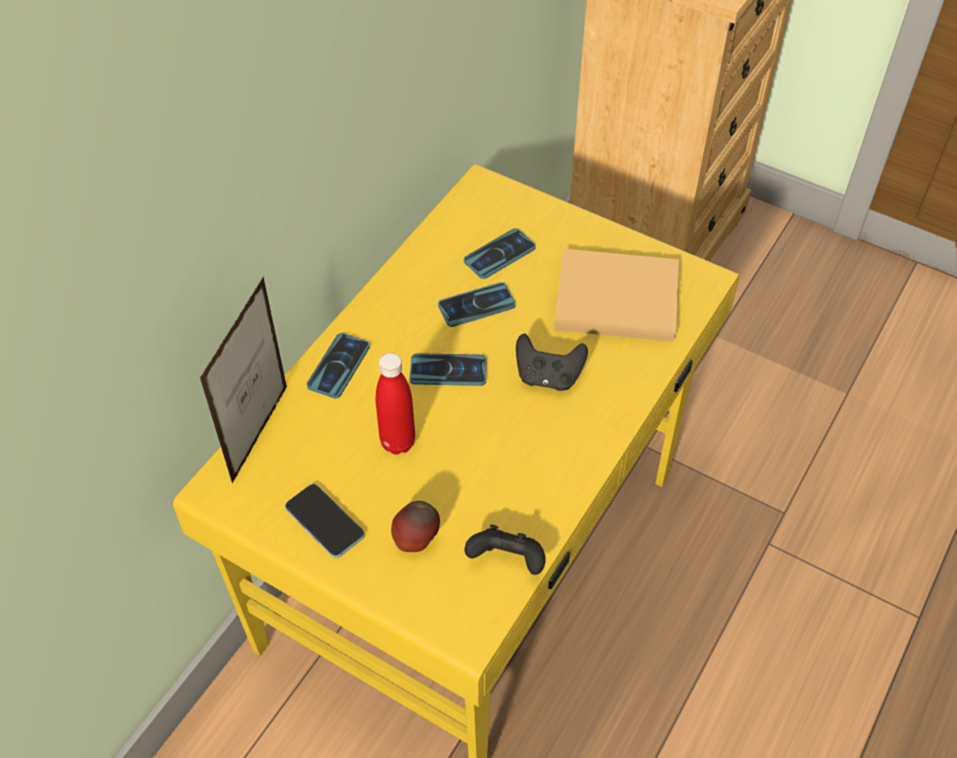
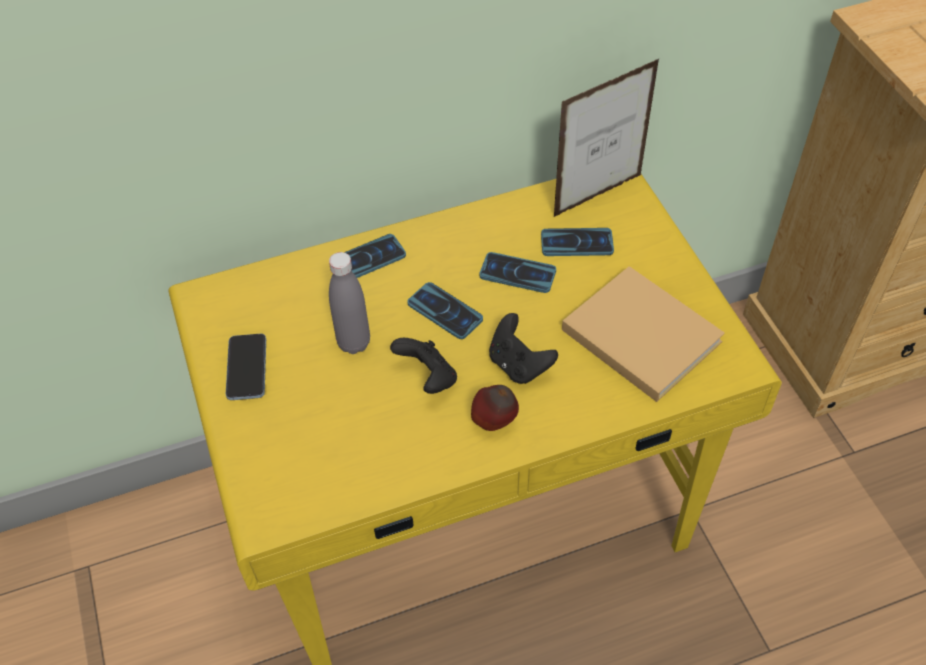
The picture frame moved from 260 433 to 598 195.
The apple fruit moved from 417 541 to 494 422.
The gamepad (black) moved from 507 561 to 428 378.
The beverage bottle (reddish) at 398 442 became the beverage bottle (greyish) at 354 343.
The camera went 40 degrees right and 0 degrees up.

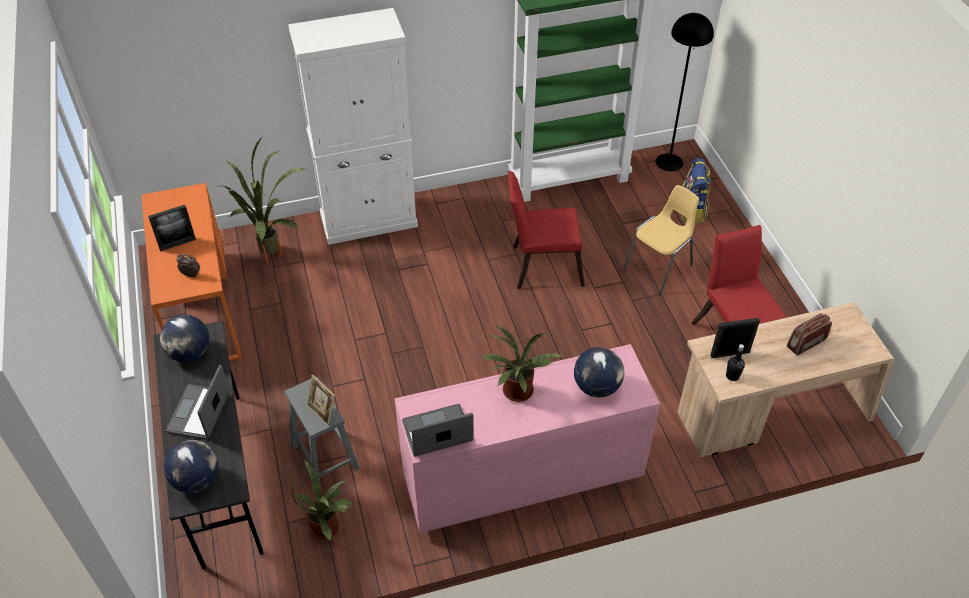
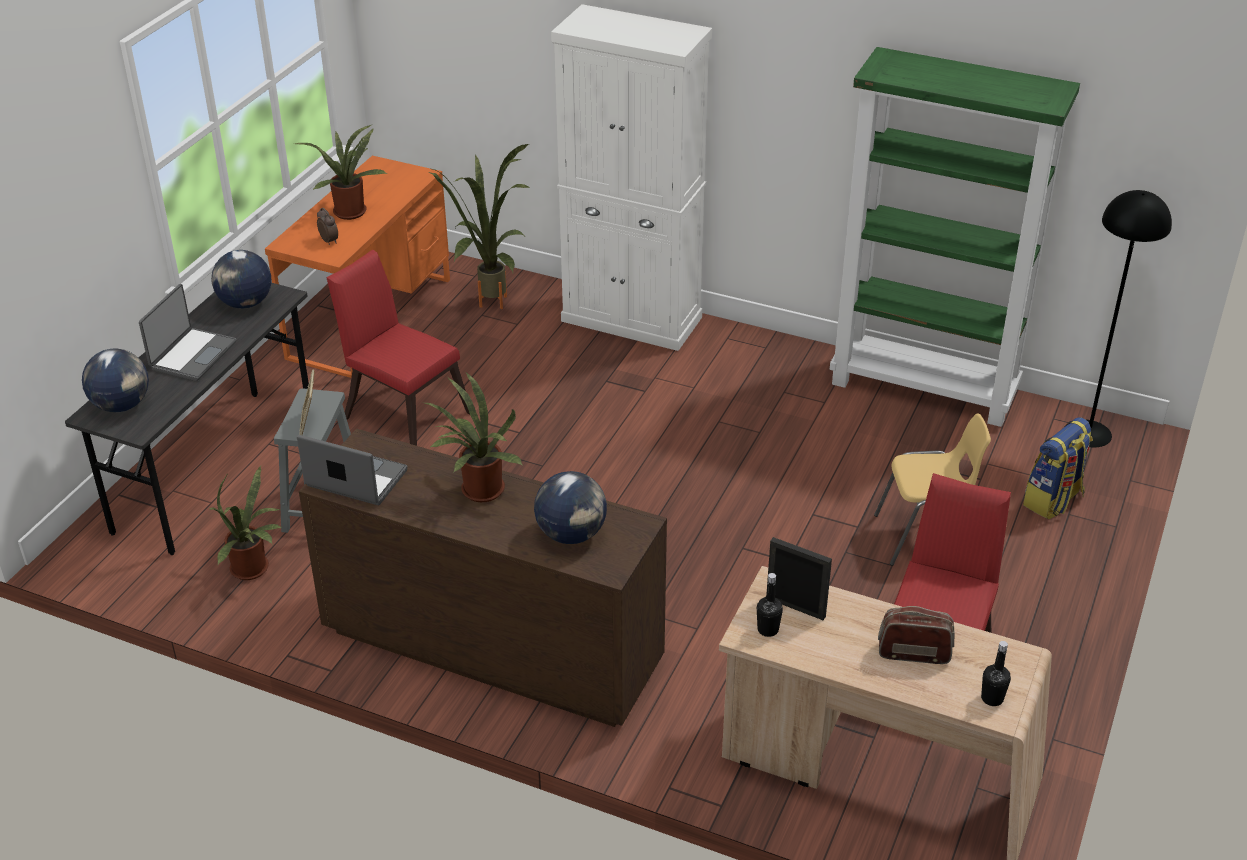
The beverage bottle (black) at 992 698 appeared.
The upright chair (reddish) moved from 542 265 to 403 412.
The picture frame at 177 244 was replaced by the plant in a pot at 350 210.
The chest of drawers (pink) at 521 478 became the chest of drawers (brownish) at 491 648.
The notebook computer at 200 413 turned 150 degrees clockwise.
The camera went 40 degrees right and 10 degrees down.

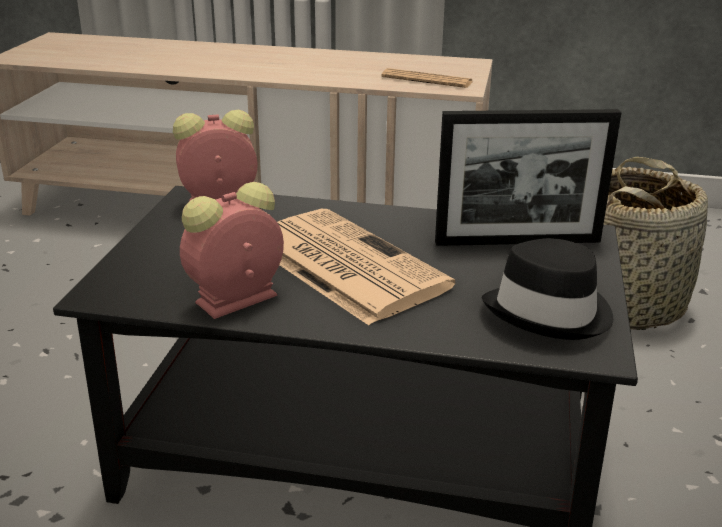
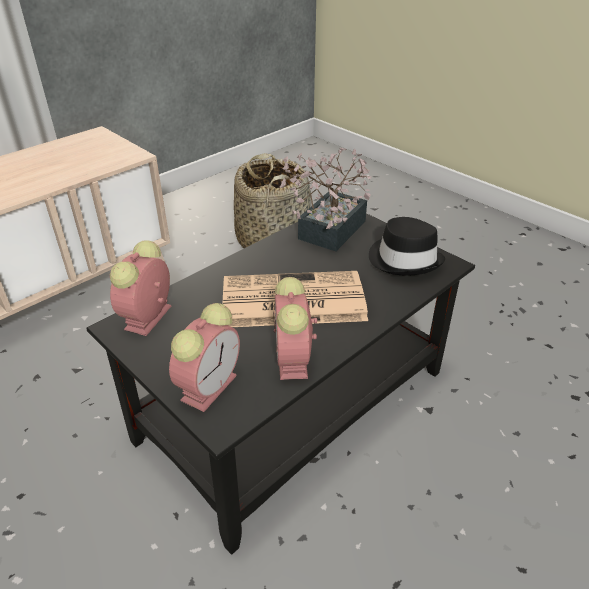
The printed paper at 427 80 disappeared.
The bedside clock at 210 385 appeared.
The picture frame at 517 242 was replaced by the plant in a pot at 327 234.
The camera went 55 degrees left and 10 degrees up.

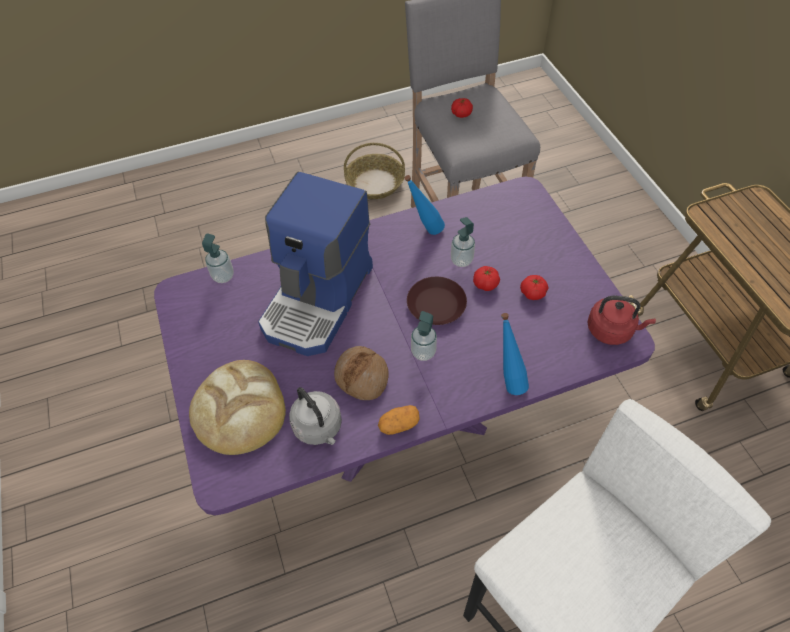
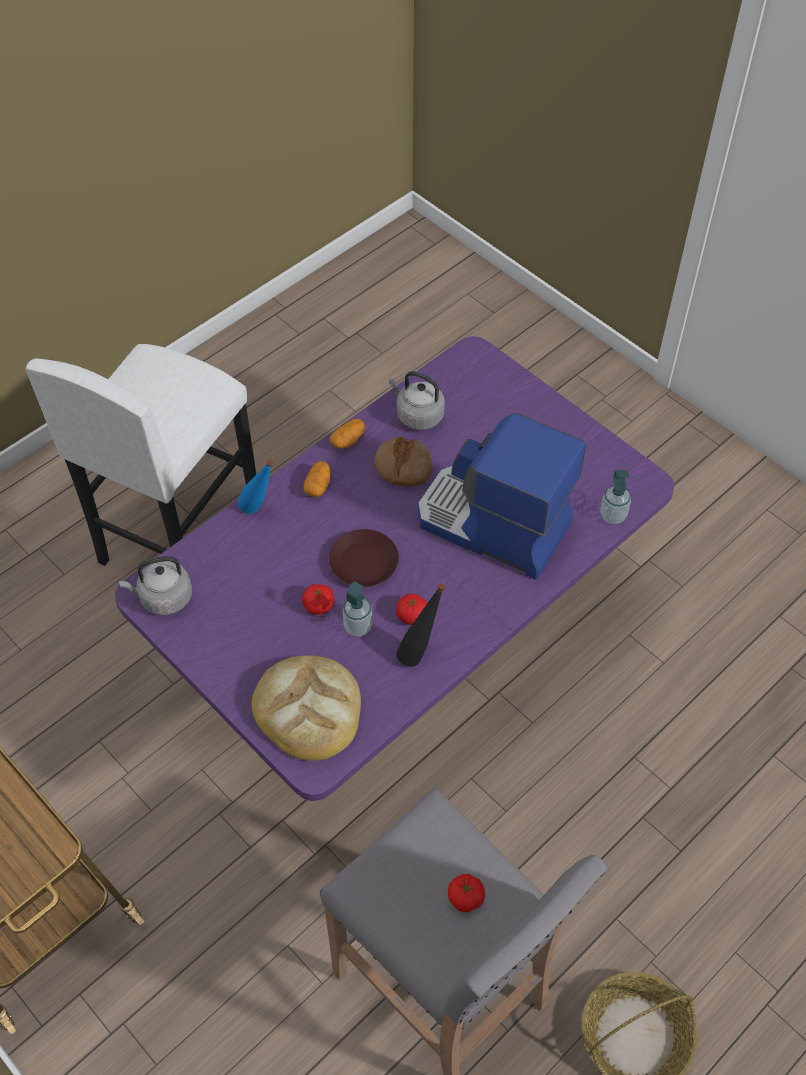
The liquid soap bottle at 423 352 disappeared.
The potato at 318 486 appeared.
The bread moved from 239 410 to 308 709.
The tomato moved from 532 293 to 412 615.
The beverage bottle (bluish) at 424 231 became the beverage bottle (black) at 420 652.
The tea kettle (reddish) at 612 330 became the tea kettle (greyish) at 163 598.
The coffee maker at 319 300 turned 60 degrees counterclockwise.
The camera went 155 degrees right and 0 degrees up.

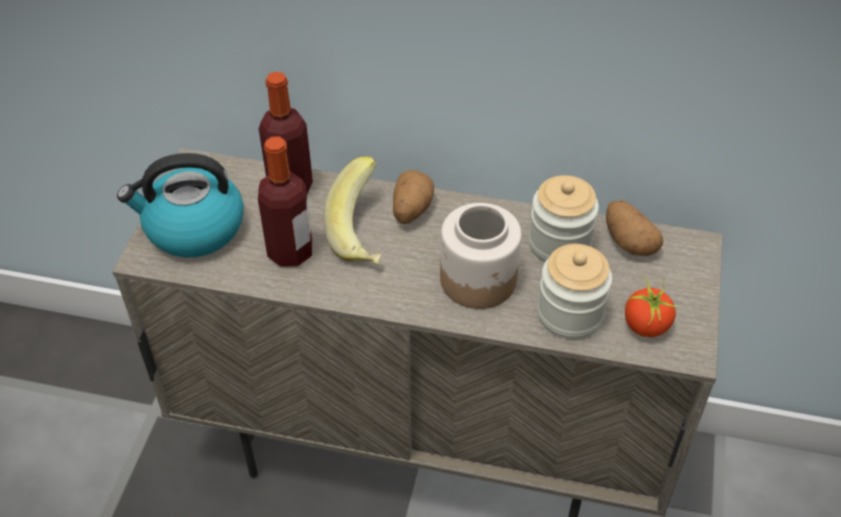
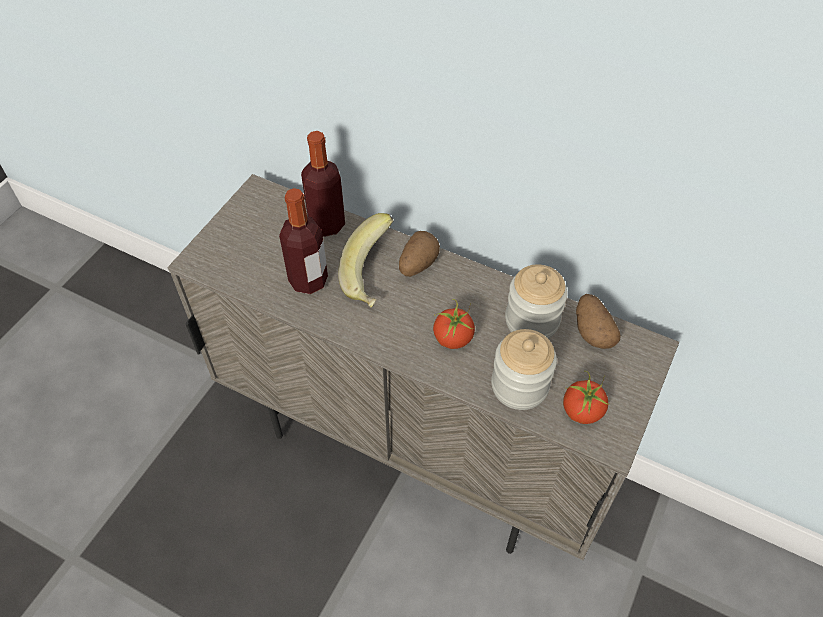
The tea kettle at 193 228 disappeared.
The storage jar at 479 280 was replaced by the tomato at 453 338.
The camera went 15 degrees right and 5 degrees up.

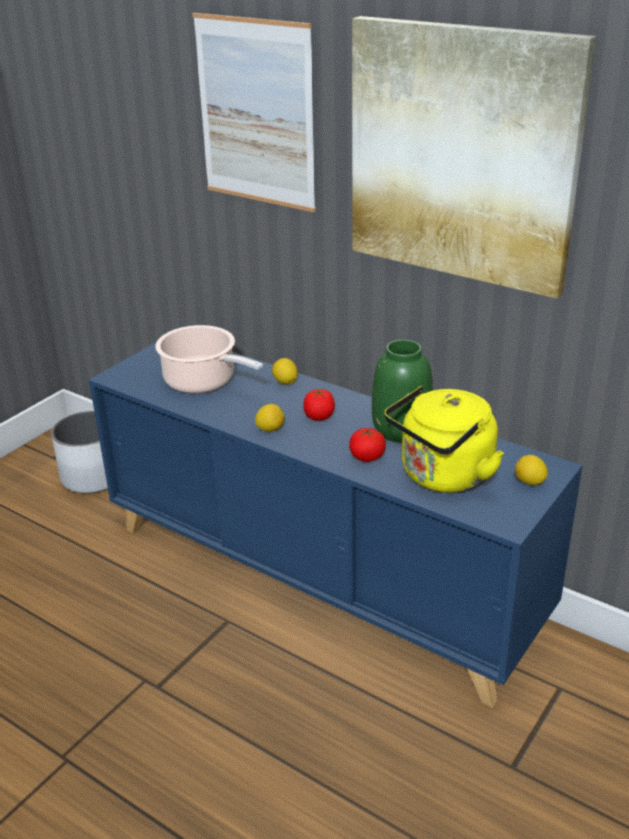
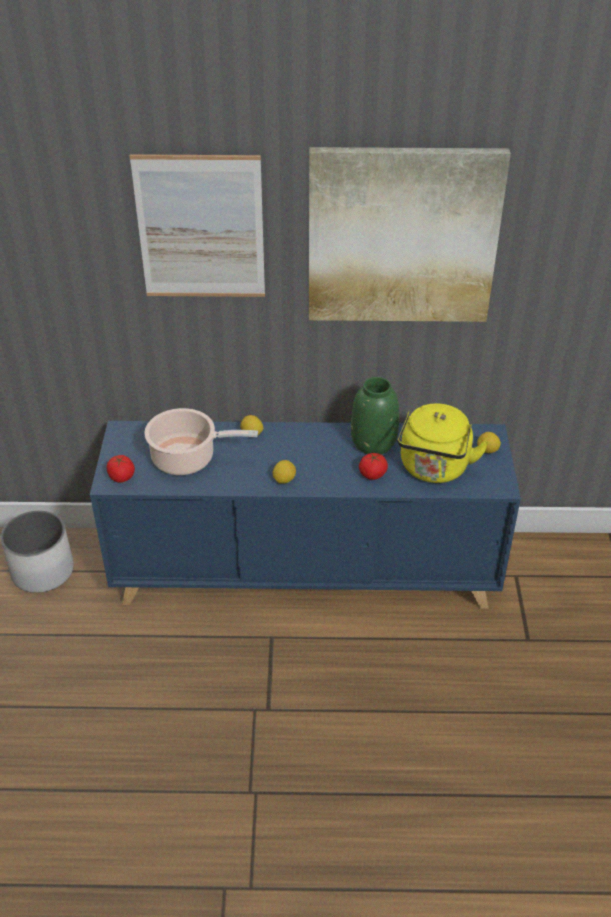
The tomato moved from 319 416 to 121 477.
The camera went 35 degrees left and 10 degrees up.

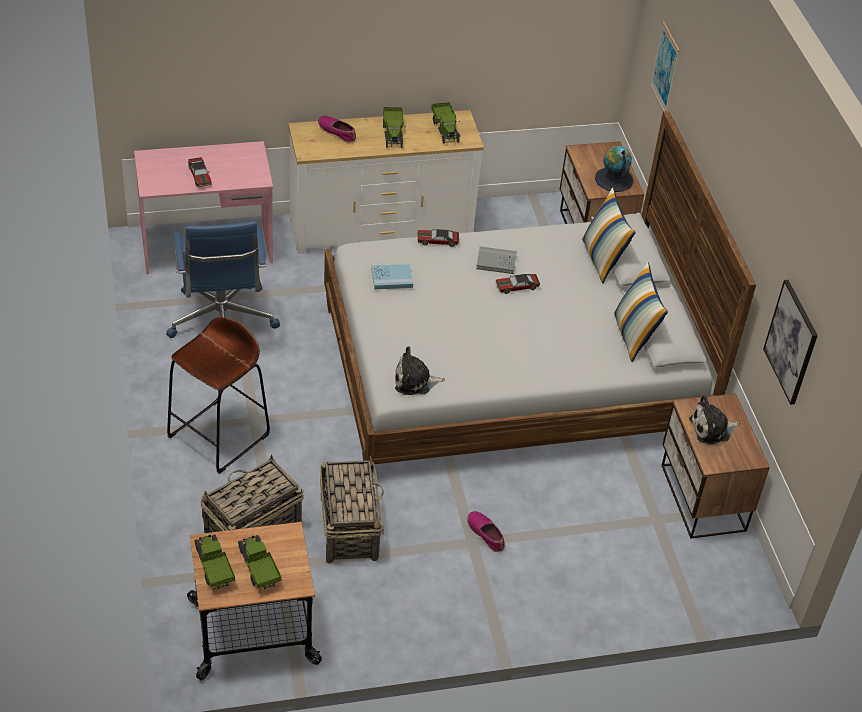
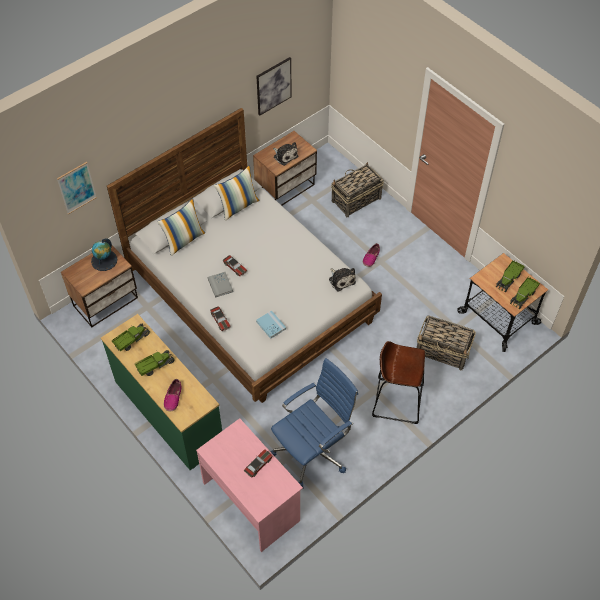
The basket moved from 349 527 to 355 200.
The chest of drawers (white) at 380 227 became the chest of drawers (green-coloured) at 168 413.
The camera went 115 degrees left and 10 degrees up.

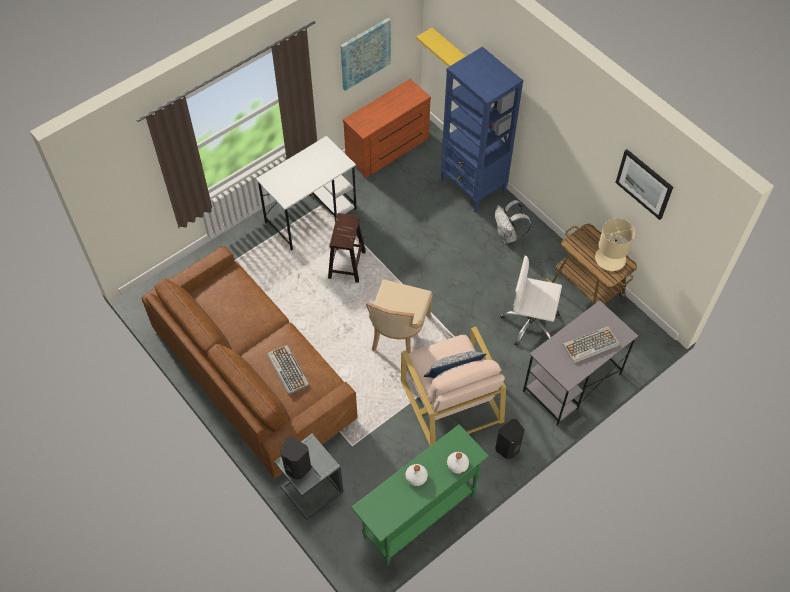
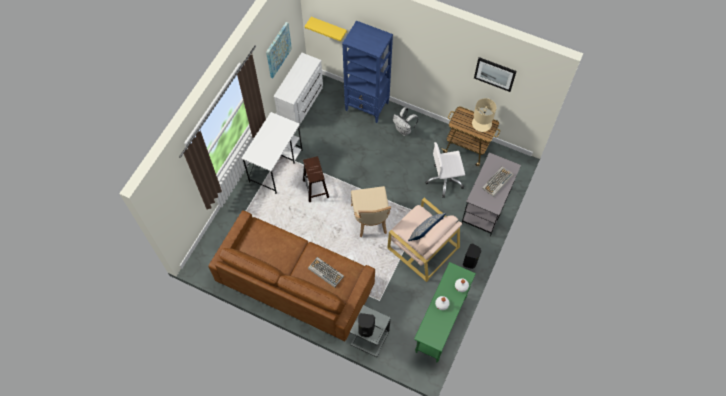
The chest of drawers (brownish) at 389 149 became the chest of drawers (white) at 302 102.
The camera went 25 degrees left and 5 degrees up.

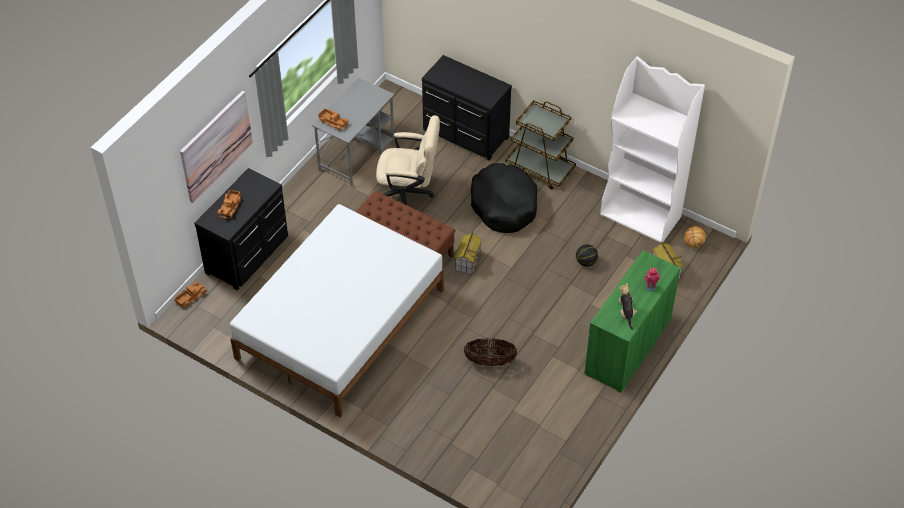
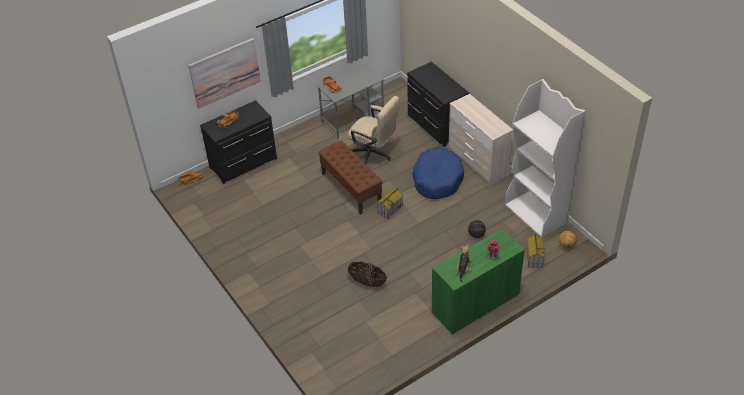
The sleeping bed (white) at 340 323 disappeared.
The cart (brownish) at 540 169 was replaced by the chest of drawers (sand-coloured) at 477 162.
The pet bed (black) at 504 205 became the pet bed (bluish) at 437 179.
The camera went 25 degrees right and 5 degrees down.

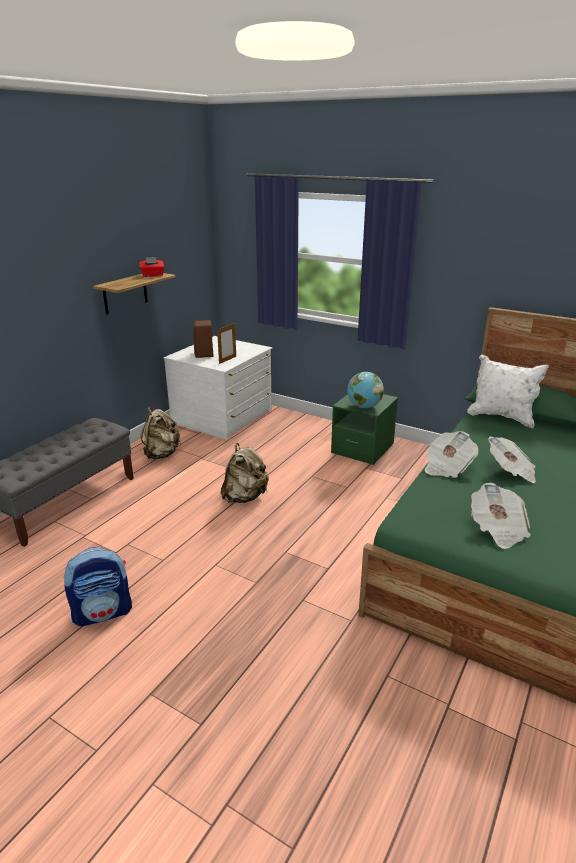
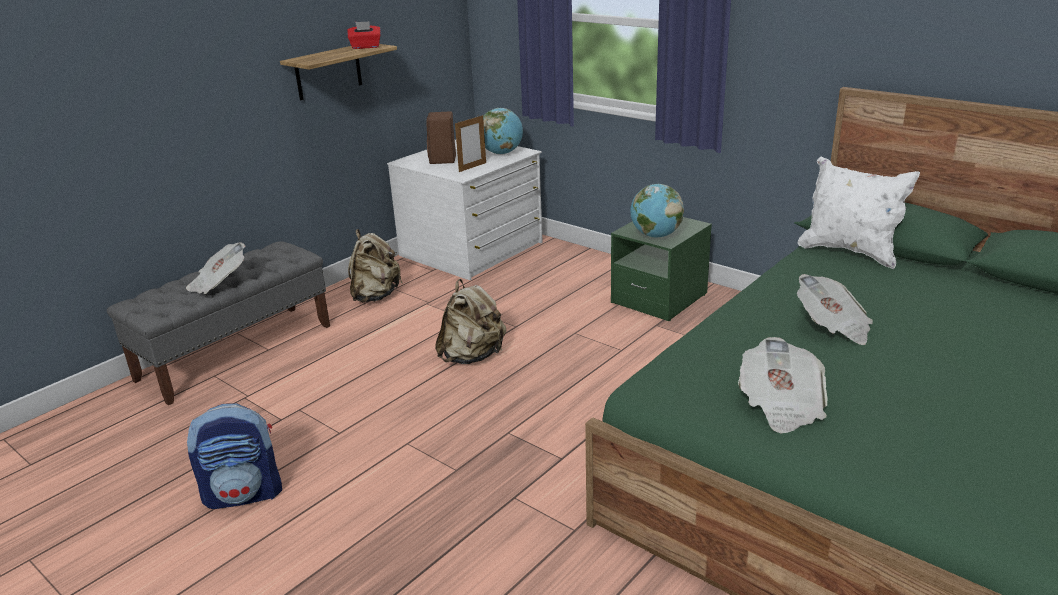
The world globe at 501 153 appeared.
The printed paper moved from 447 467 to 219 284.
The camera went 10 degrees right and 0 degrees up.

